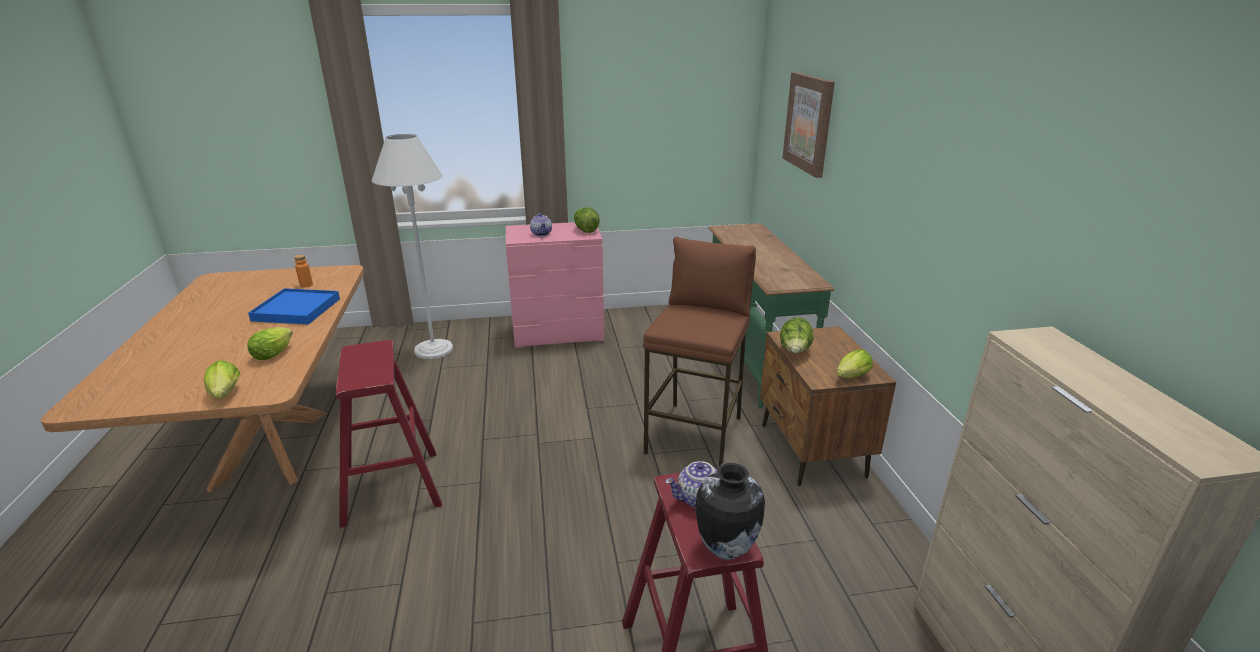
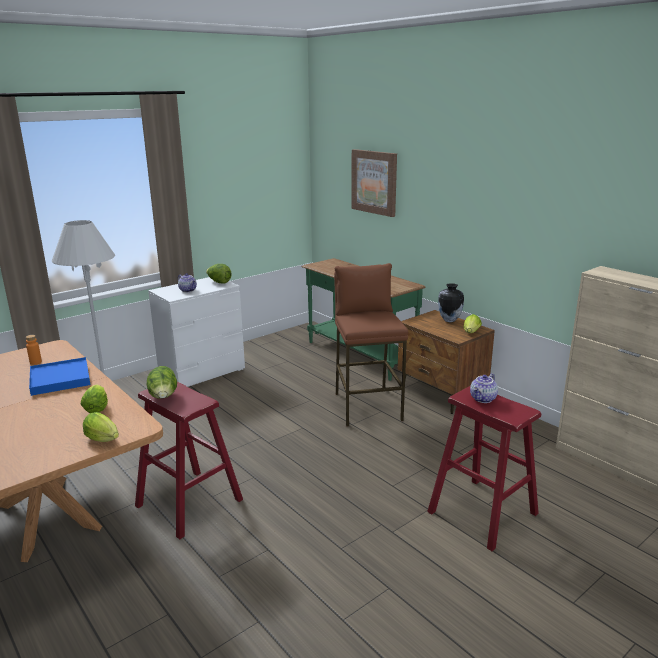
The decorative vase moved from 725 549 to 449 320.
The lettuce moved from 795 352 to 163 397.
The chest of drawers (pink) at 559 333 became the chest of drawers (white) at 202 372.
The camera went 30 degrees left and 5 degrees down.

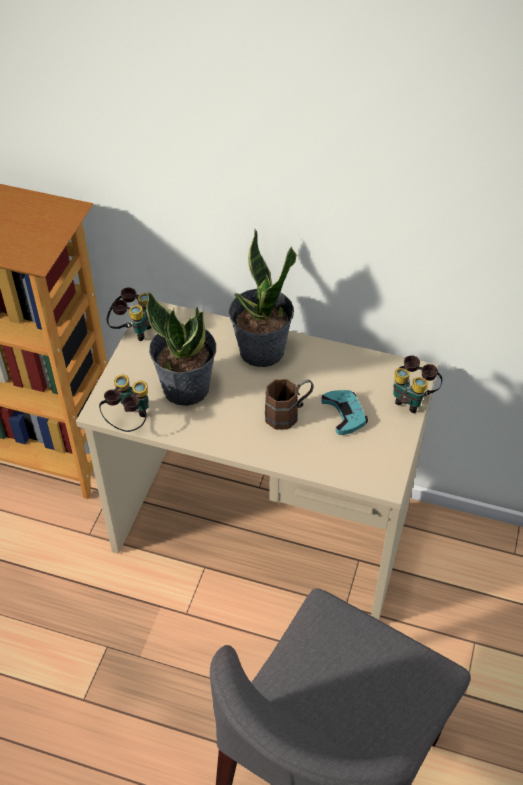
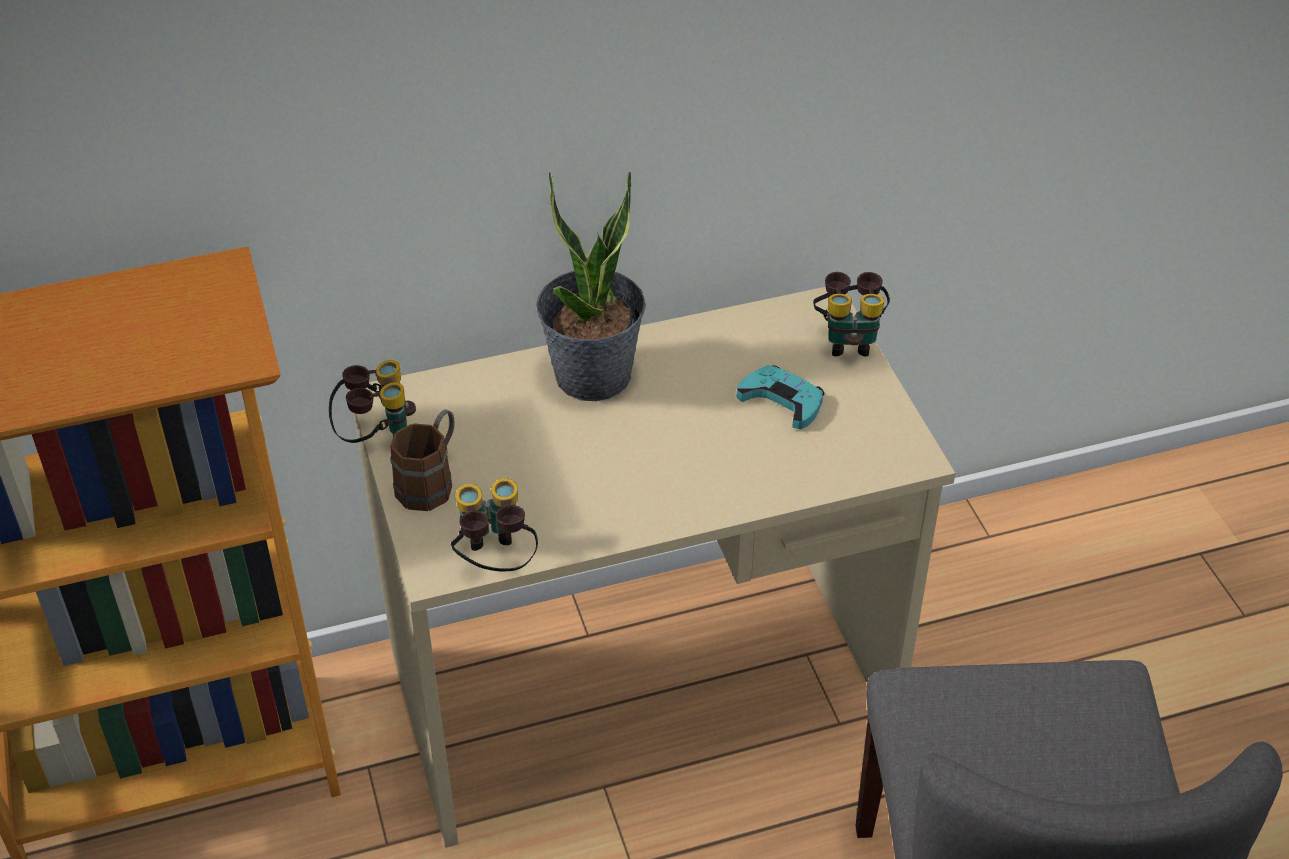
The plant in a pot at 186 387 disappeared.
The mug (brownish) moved from 288 414 to 431 481.
The camera went 35 degrees left and 5 degrees down.

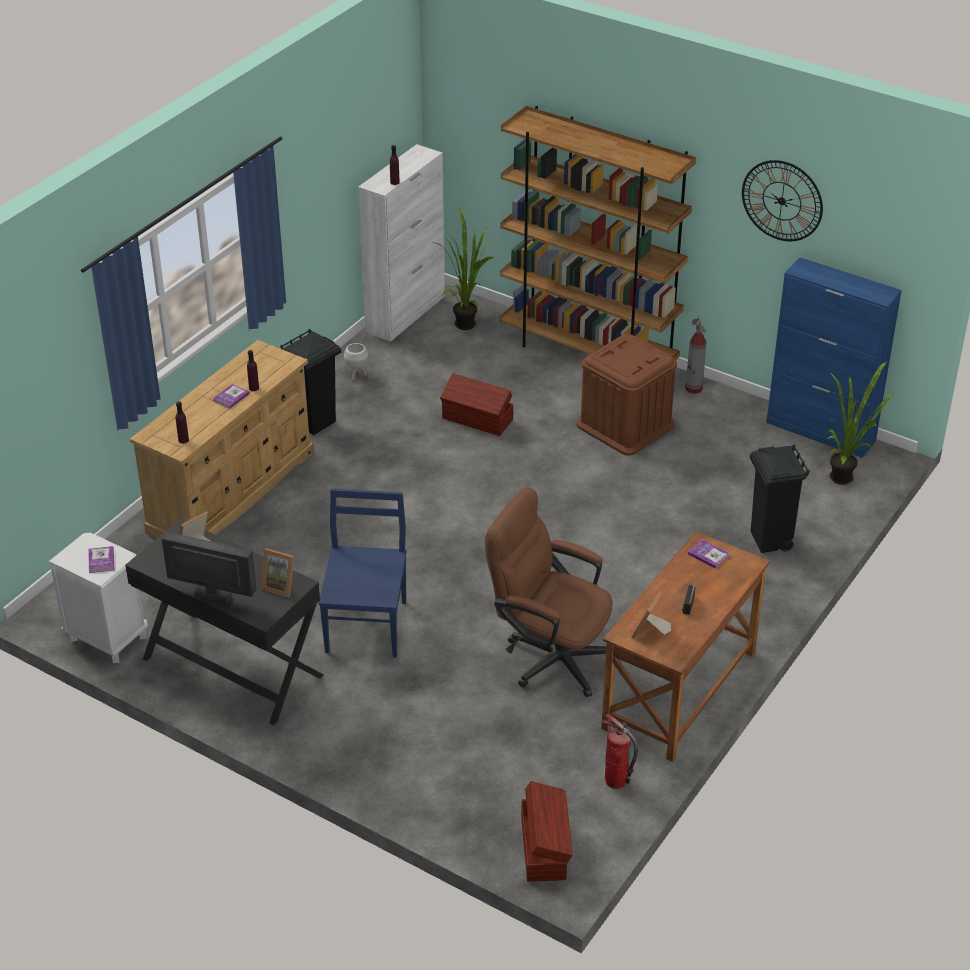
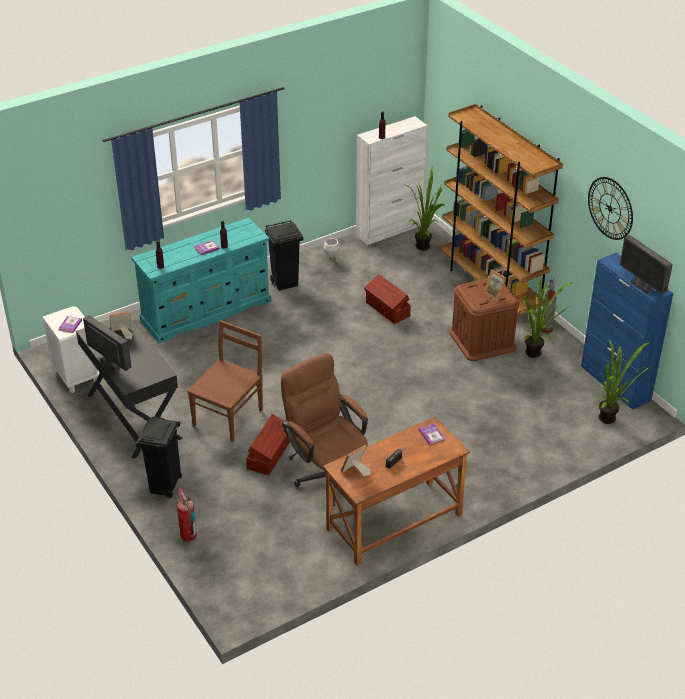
The plant in a pot at 537 354 appeared.
The monitor at 642 286 appeared.
The picture frame moved from 280 585 to 495 294.
The storage box (brownish) moved from 544 847 to 269 455.
The fire-fighting cylinder moved from 616 781 to 188 536.
The waste bin (black) moved from 770 541 to 165 487.
The chest of drawers (sand-coloured) at 232 491 became the chest of drawers (turquoise) at 207 311.
The upright chair (bluish) at 367 624 became the upright chair (brownish) at 229 416.
The camera went 25 degrees right and 0 degrees up.

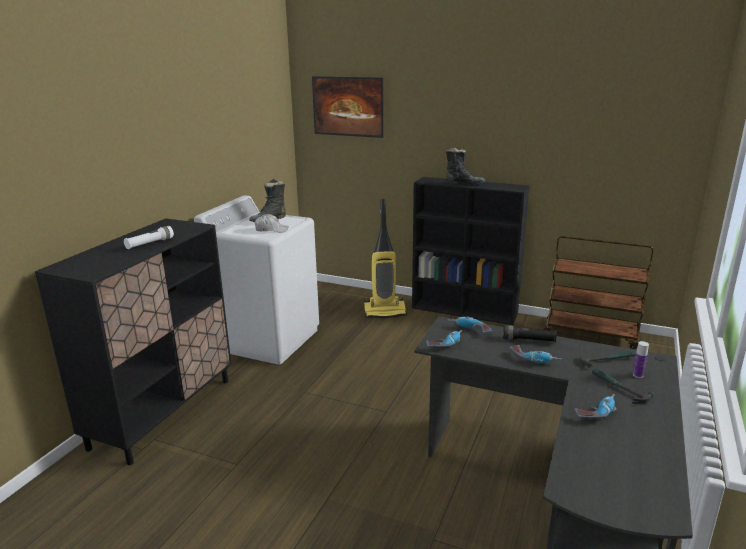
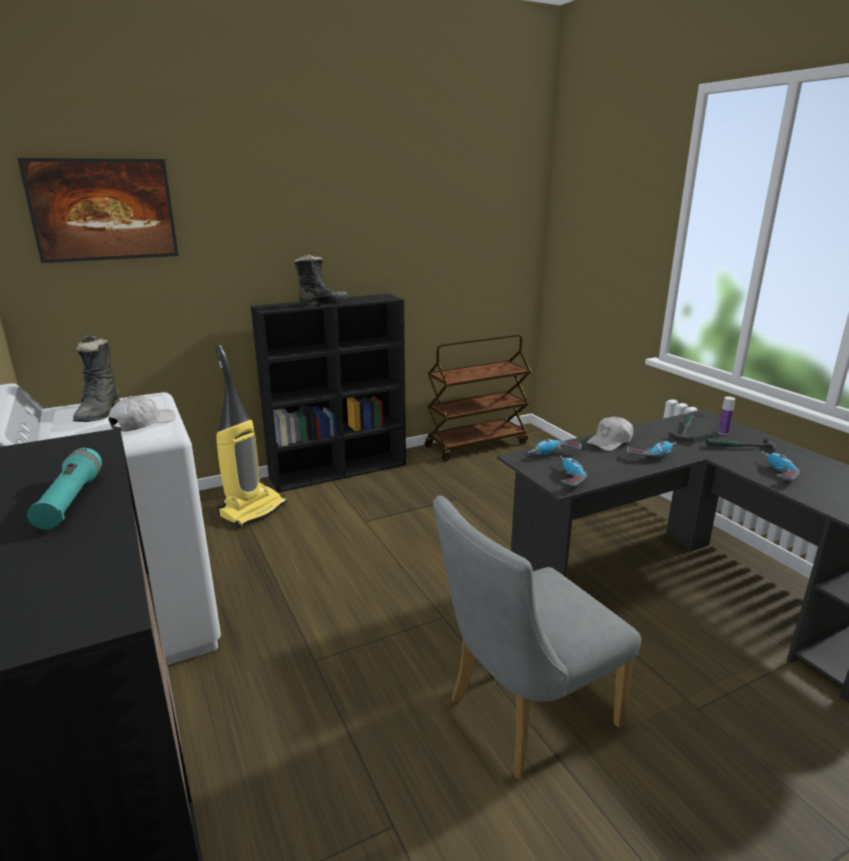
The upright chair (greyish) at 523 716 appeared.
The flashlight (black) at 528 340 was replaced by the cap (white) at 610 442.
The flashlight (white) at 150 244 became the flashlight (turquoise) at 70 501.
The camera went 50 degrees left and 0 degrees up.

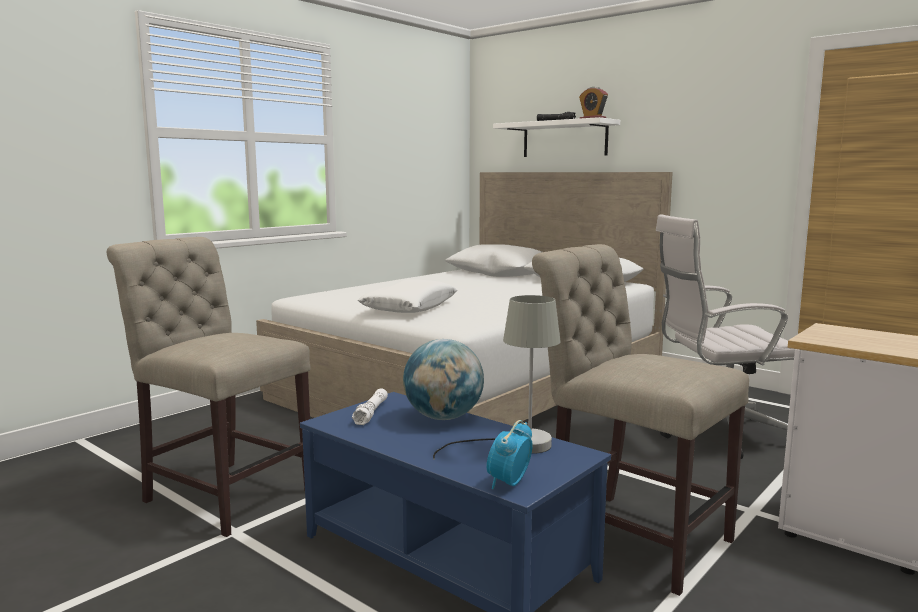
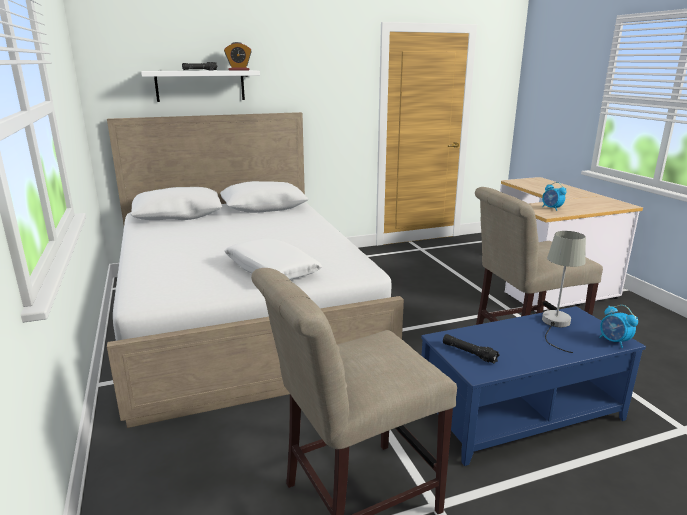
The world globe at 443 417 disappeared.
The desk chair (white) at 717 435 disappeared.
The bedside clock at 551 208 appeared.
The flashlight (white) at 371 413 became the flashlight (black) at 469 353.
The camera went 60 degrees left and 10 degrees up.

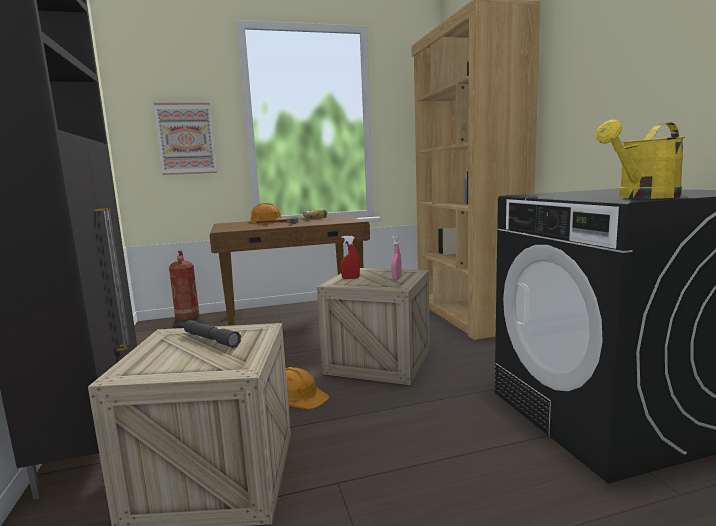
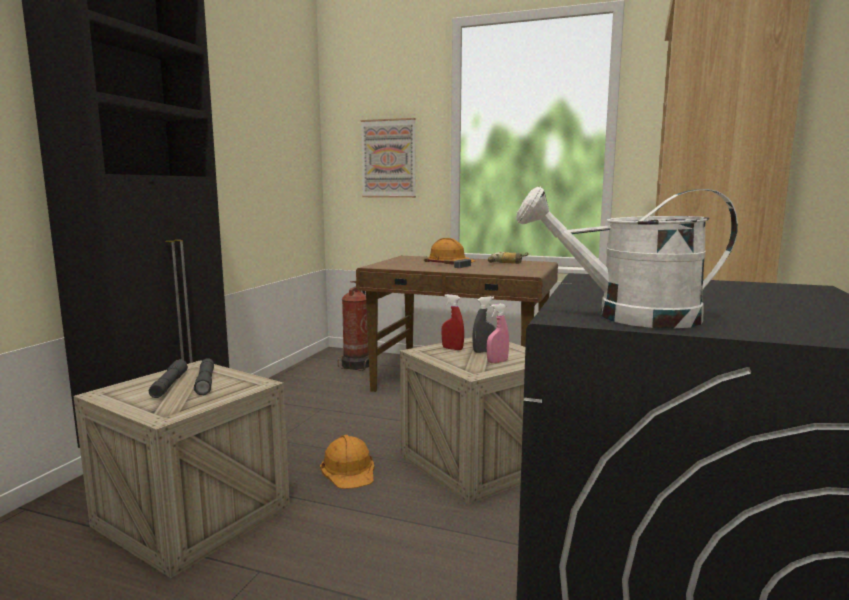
The flashlight (greyish) at 169 385 appeared.
The hand sprayer (greyish) at 484 351 appeared.
The sprinkling can (yellow) at 642 197 became the sprinkling can (white) at 629 317.
The camera went 35 degrees right and 0 degrees up.

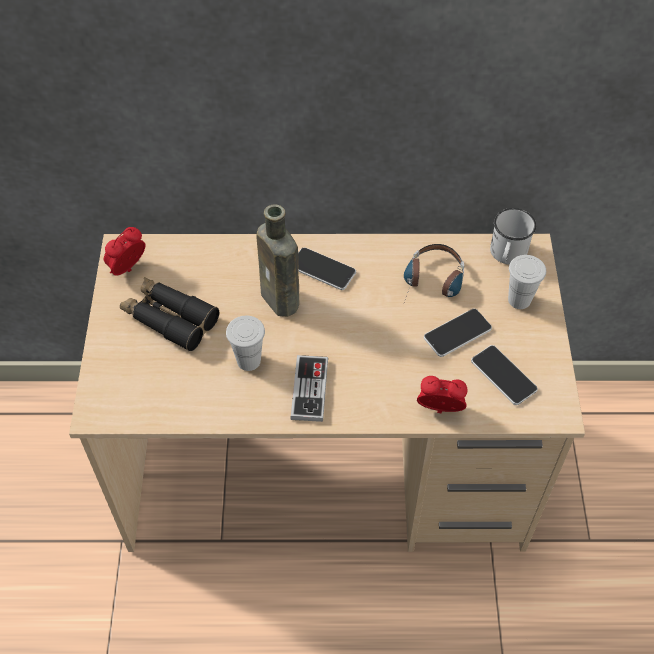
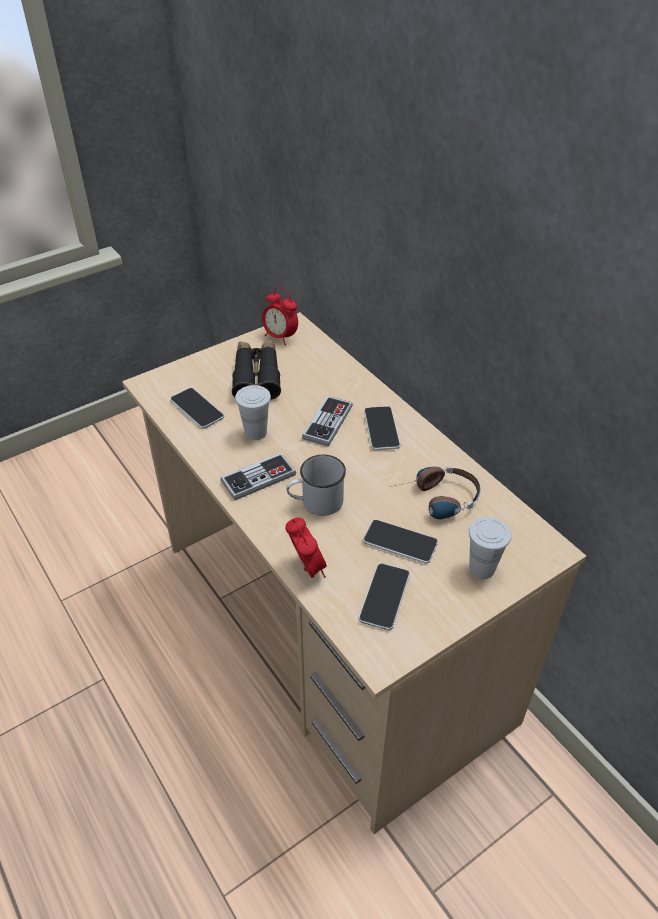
The handset at 197 409 appeared.
The mug (white) moved from 507 255 to 316 502.
The beverage bottle (brownish) at 282 301 was replaced by the gamepad at 327 422.
The bedside clock at 128 269 turned 150 degrees counterclockwise.
The camera went 55 degrees right and 10 degrees down.

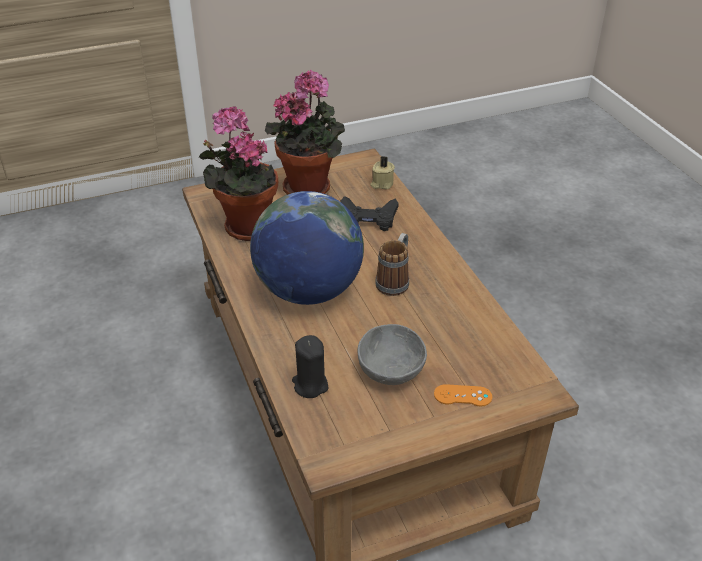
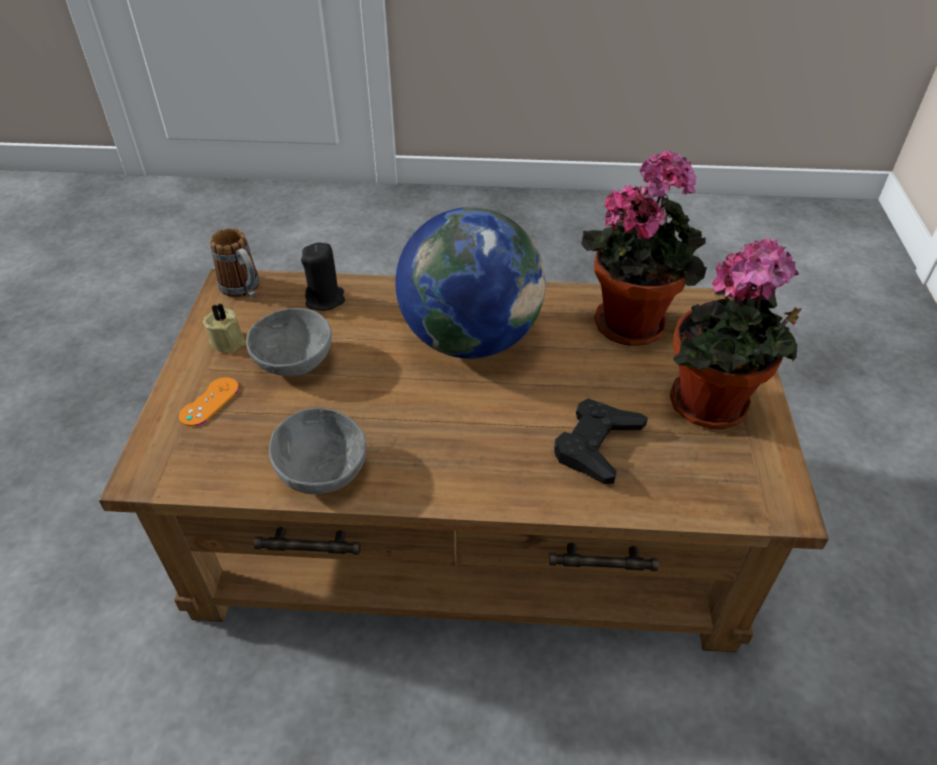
The deep dish (greyish) at 324 469 appeared.
The wax light (sand-coloured) moved from 381 184 to 228 341.
The mug moved from 395 281 to 244 290.
The camera went 115 degrees right and 5 degrees up.

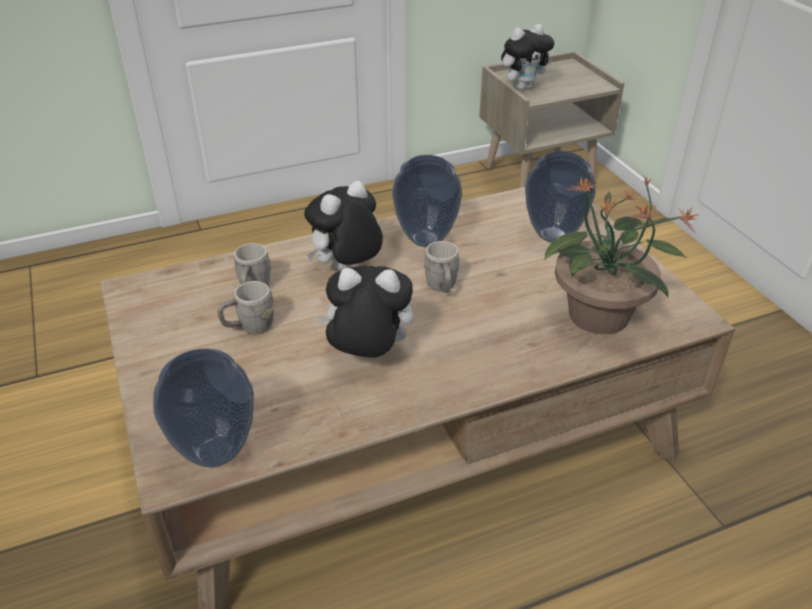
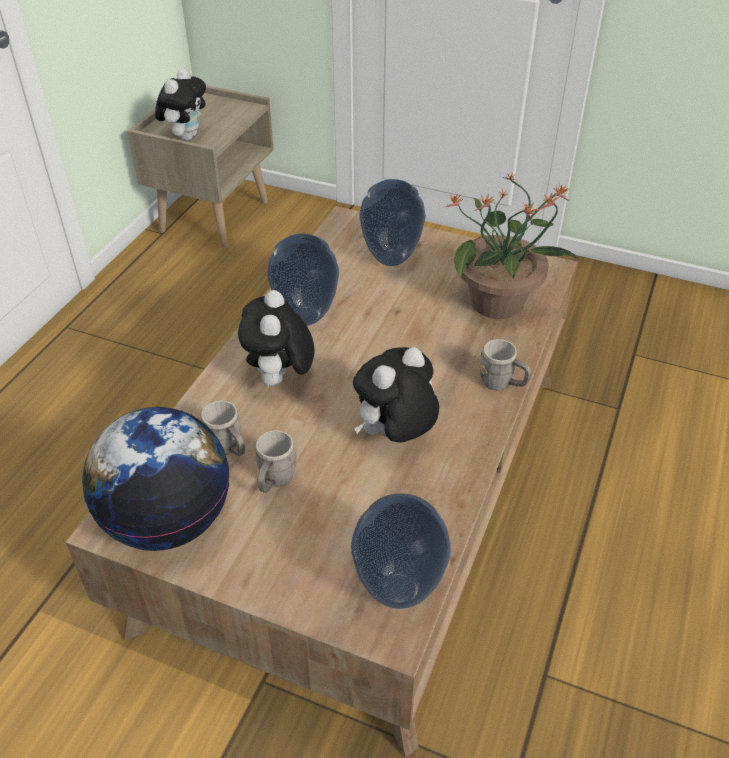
The world globe at 168 520 appeared.
The mug (greyish) moved from 442 287 to 502 384.
The camera went 45 degrees left and 5 degrees up.

